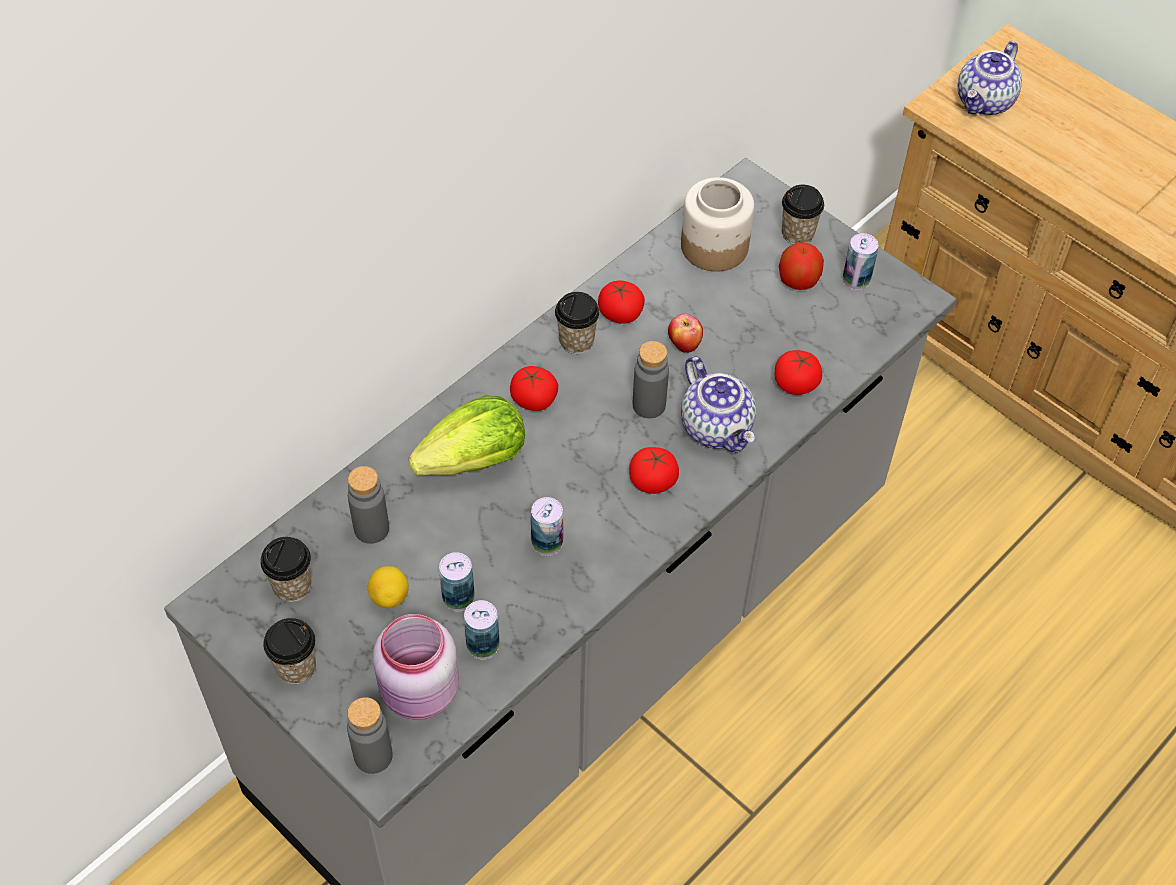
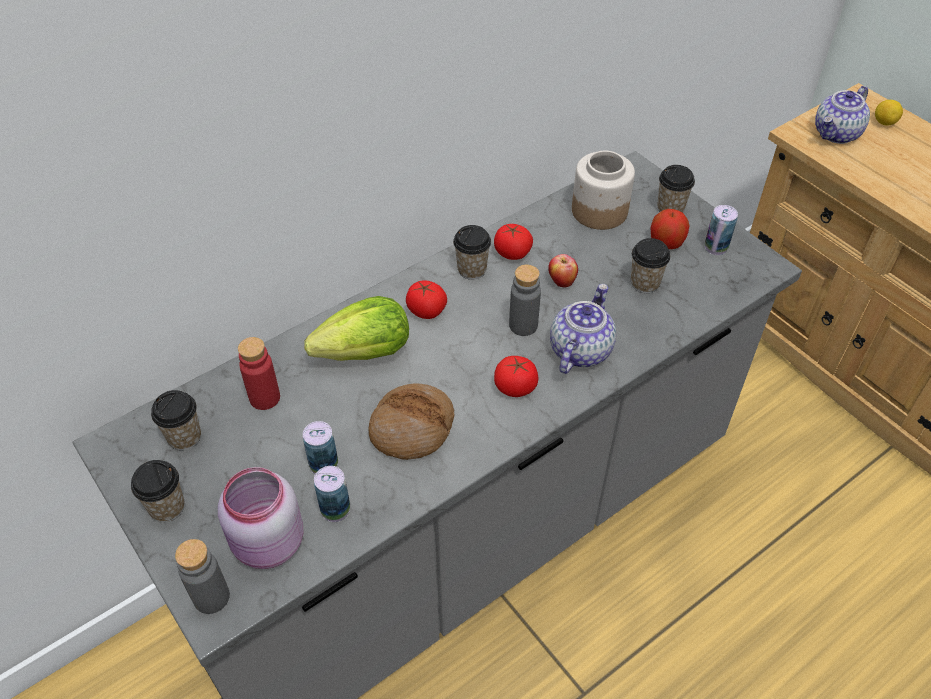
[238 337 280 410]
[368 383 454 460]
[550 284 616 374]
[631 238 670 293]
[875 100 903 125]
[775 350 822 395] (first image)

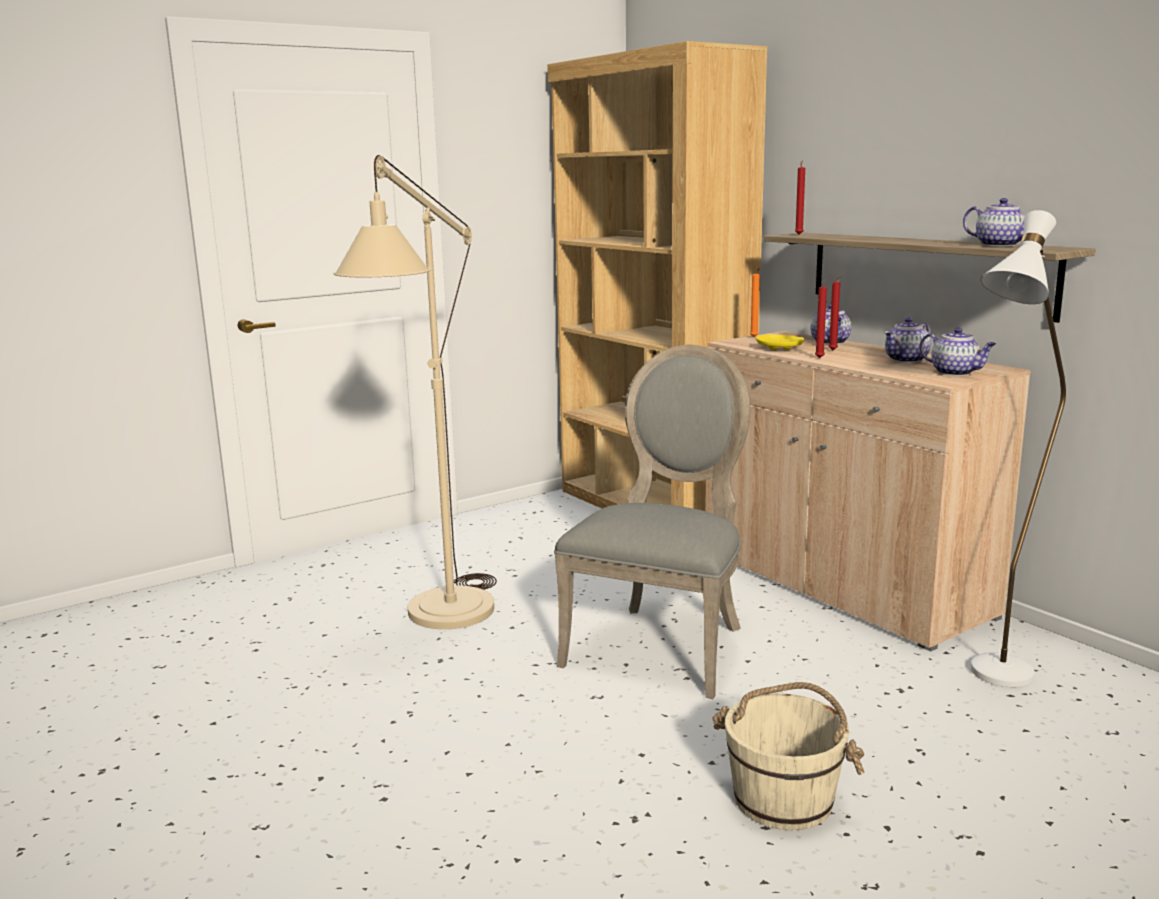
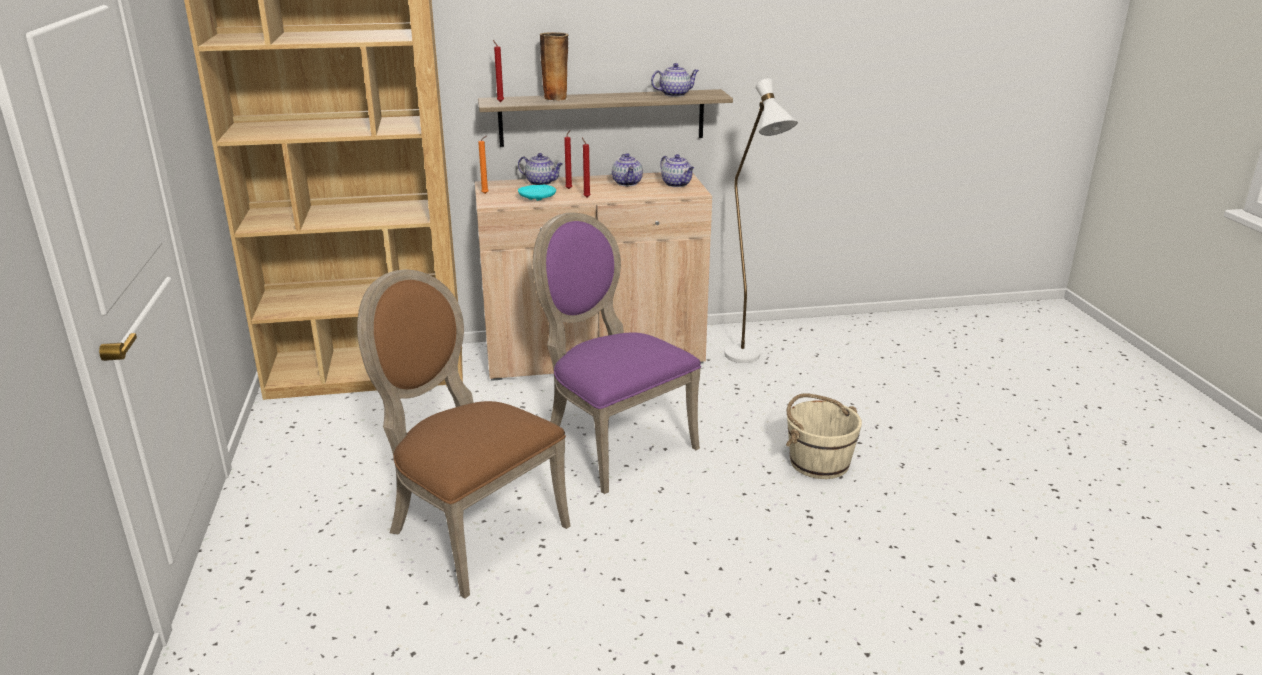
[357 270 571 599]
[518 185 556 201]
[533 212 701 494]
[540 32 568 101]
[660 154 694 187]

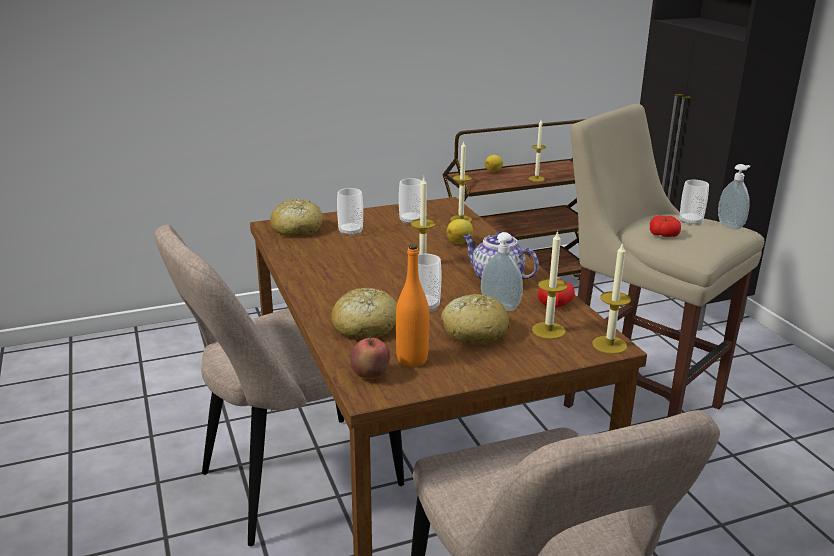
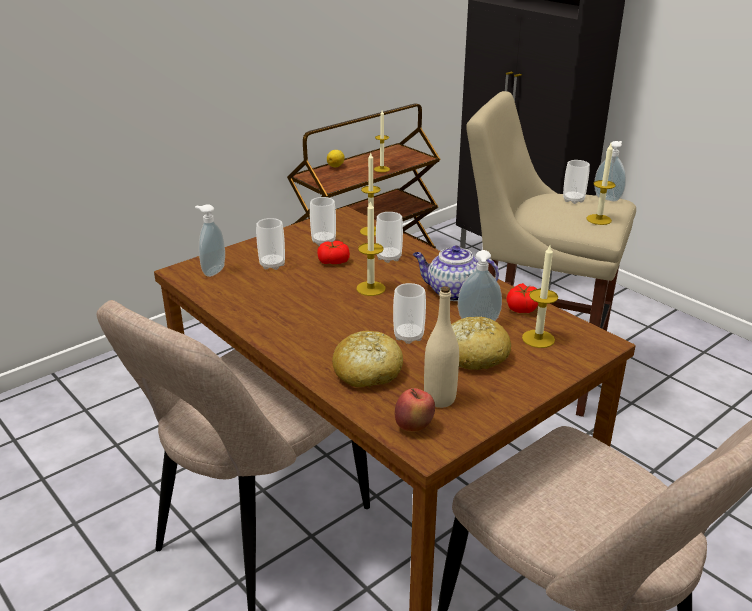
[195 204 225 277]
[317 241 350 264]
[376 212 403 263]
[424 286 459 408]
[587 144 616 225]

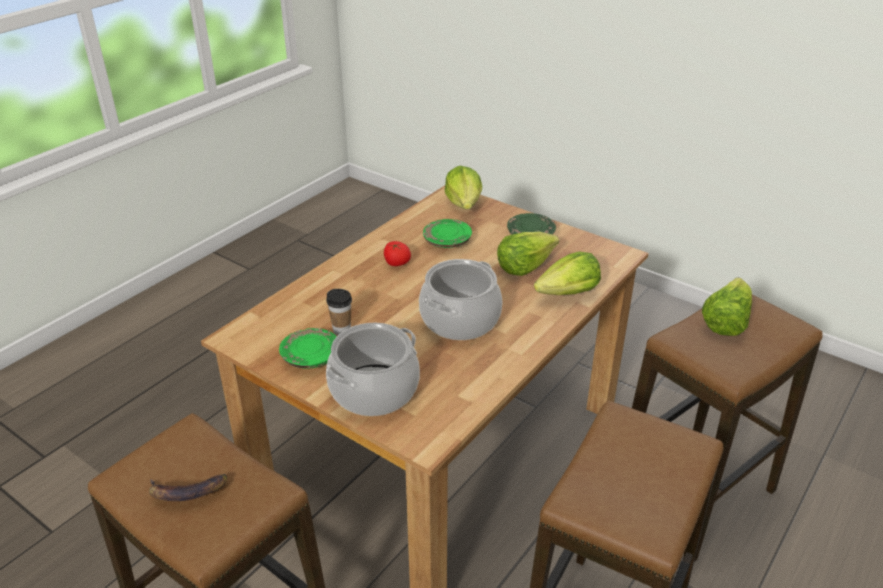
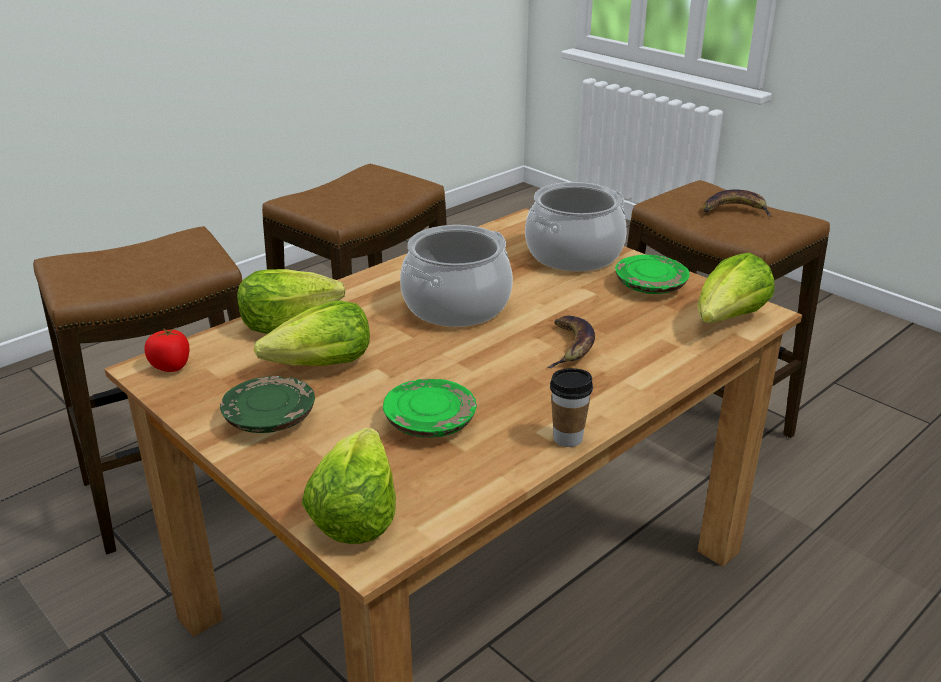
[145 328 189 372]
[548 316 595 368]
[550 368 593 447]
[698 253 775 323]

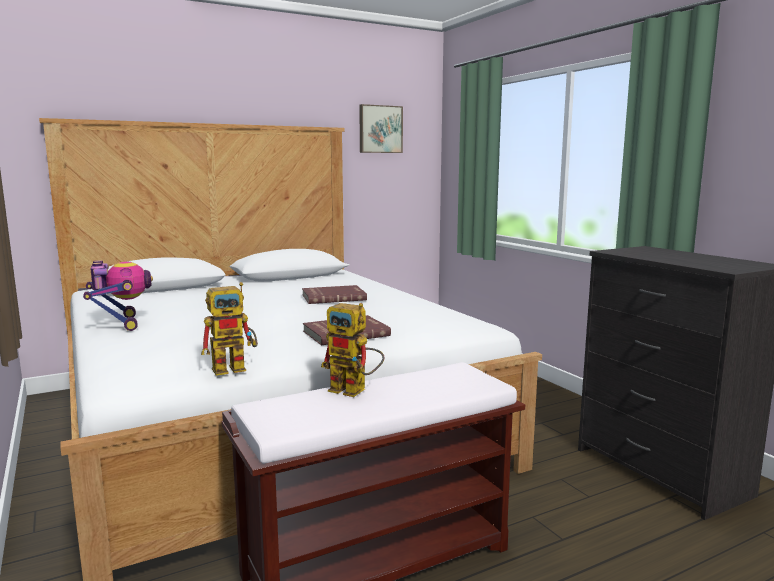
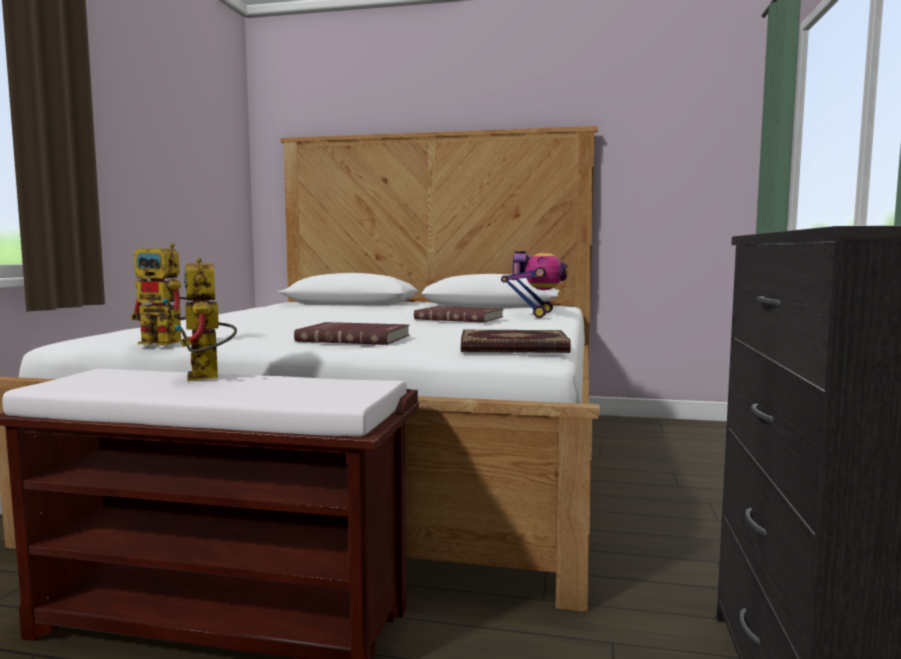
[461 330 571 353]
[501 251 569 318]
[359 104 403 153] (first image)

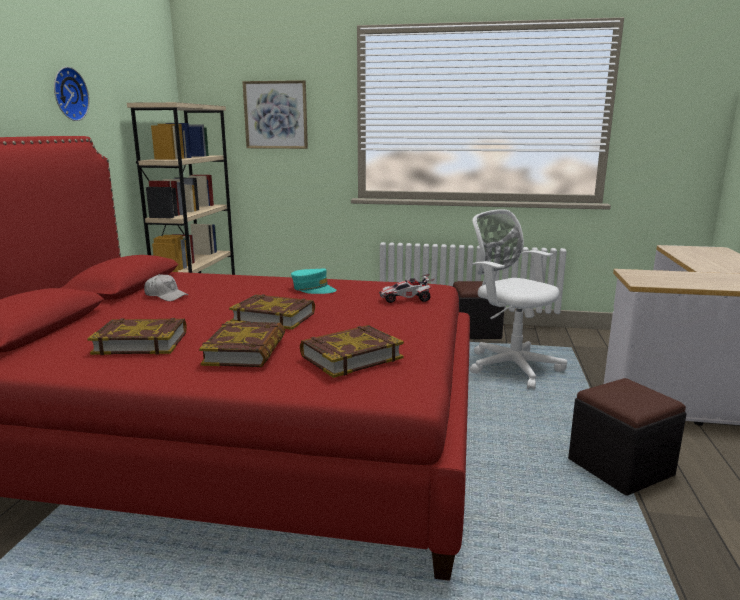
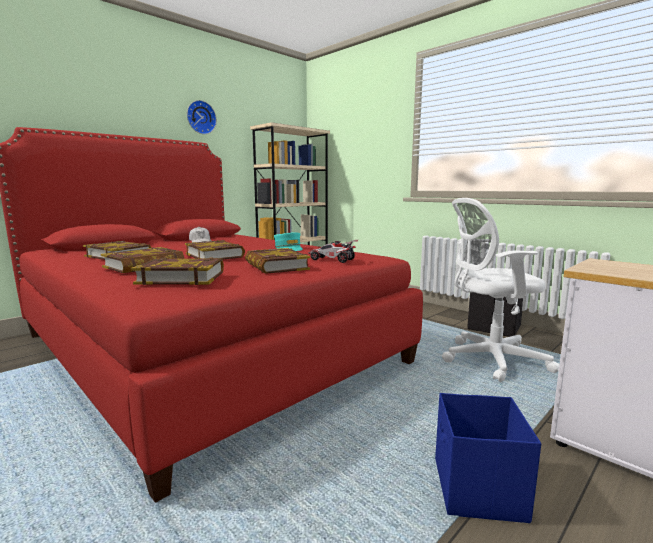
[245 248 310 274]
[435 393 541 523]
[442 198 559 382]
[242 80 308 149] (first image)

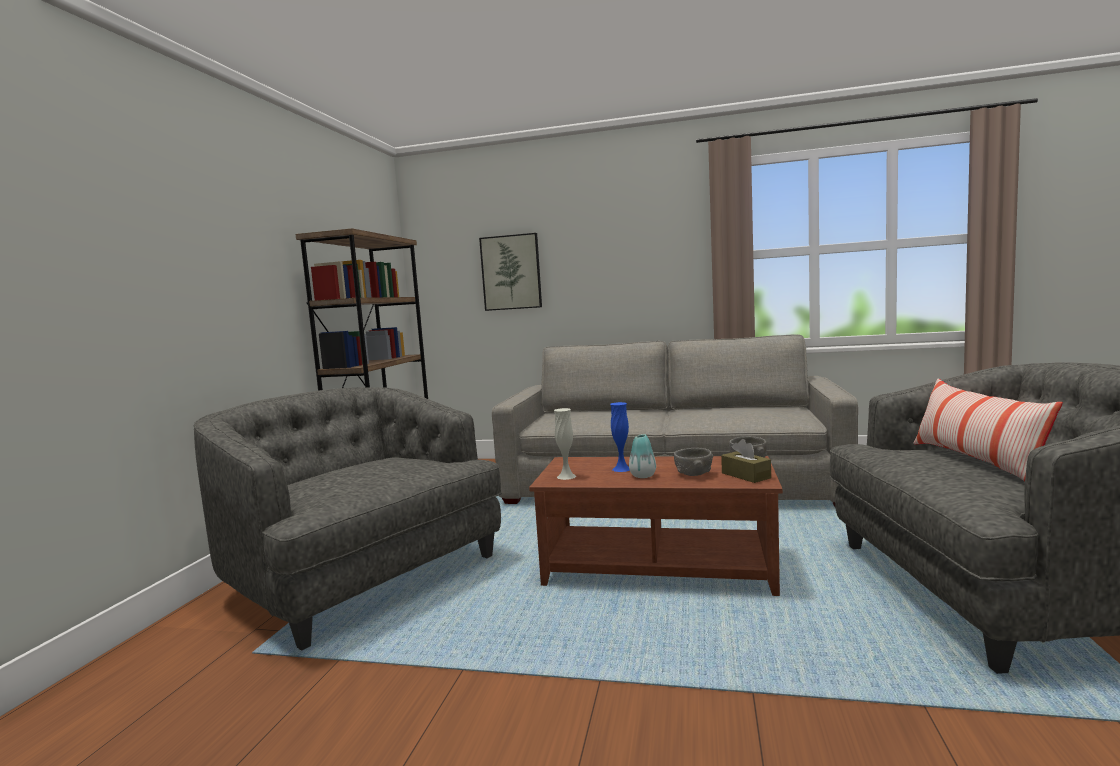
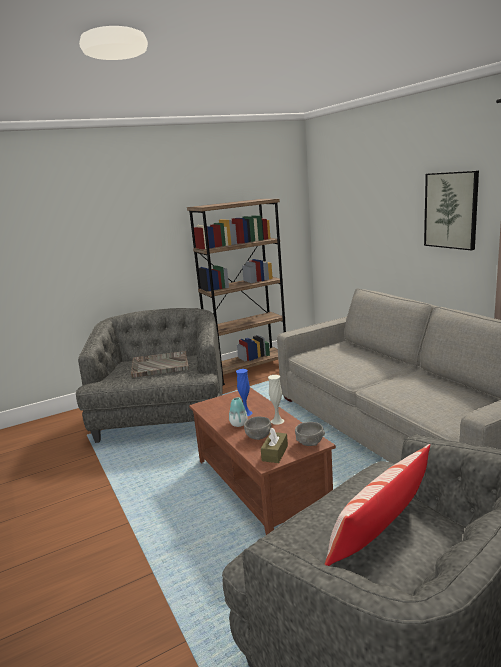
[131 351 189 378]
[268 375 284 425]
[424 171 479 250]

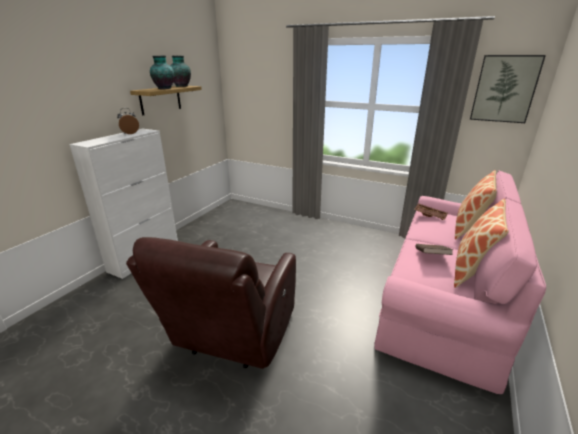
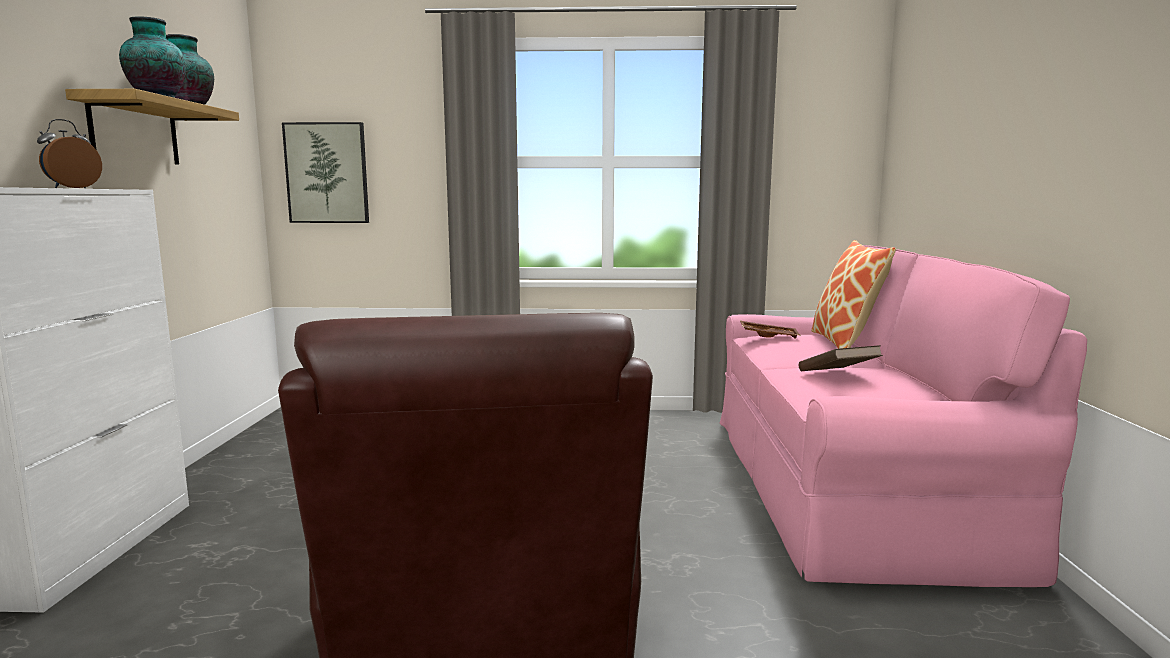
[282 122 369 223]
[454 198 509 288] (first image)

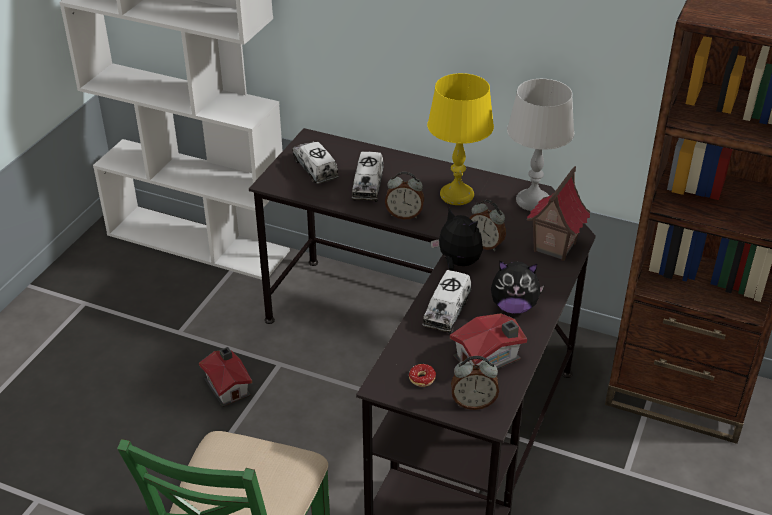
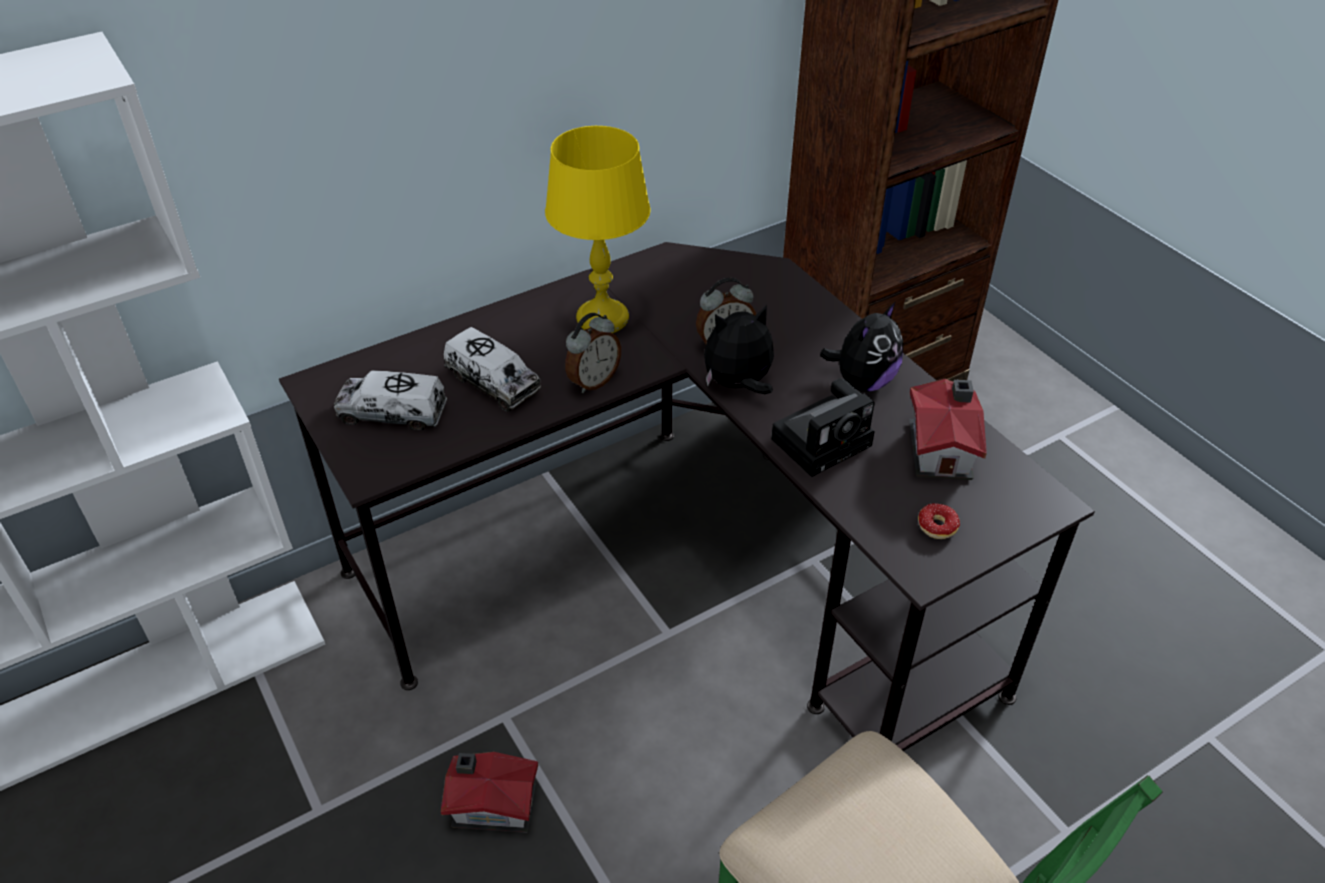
[771 378 875 477]
[451 356 499 410] (first image)
[507 79 574 211] (first image)
[527 166 590 261] (first image)

